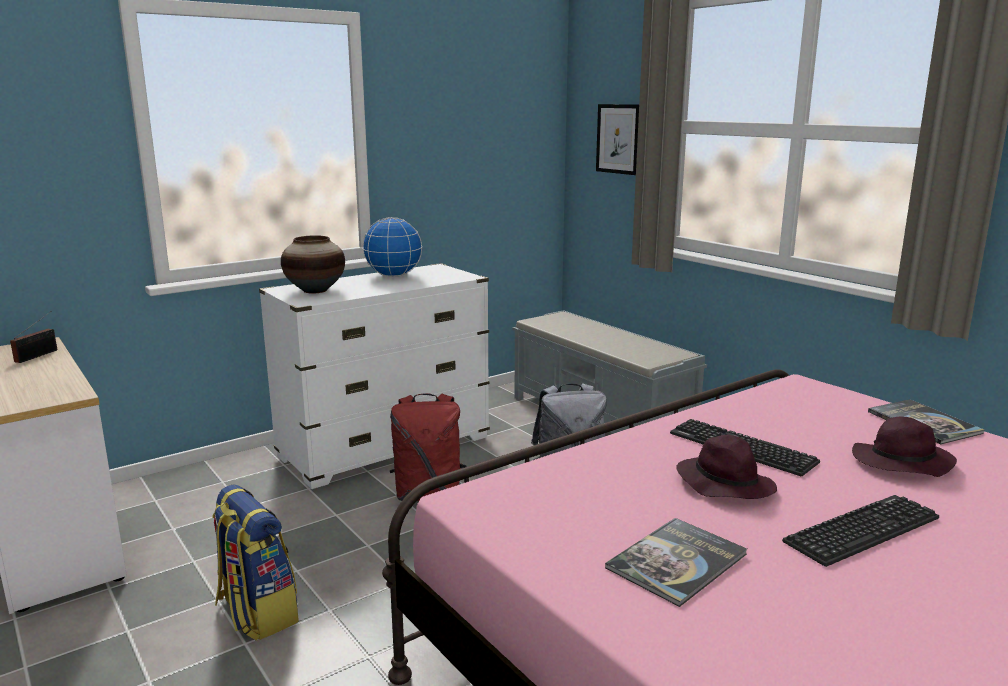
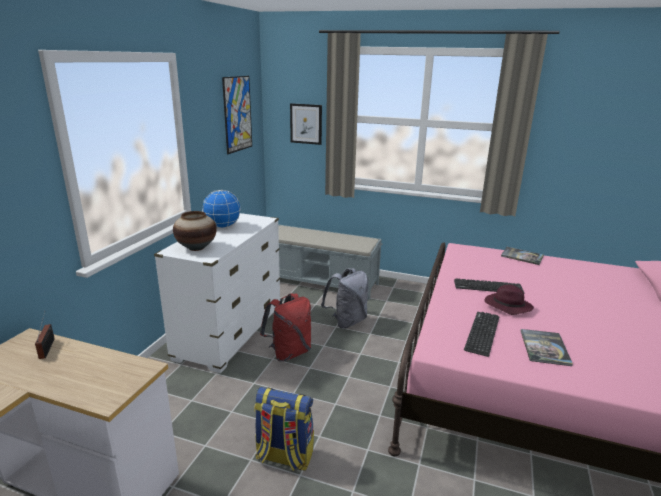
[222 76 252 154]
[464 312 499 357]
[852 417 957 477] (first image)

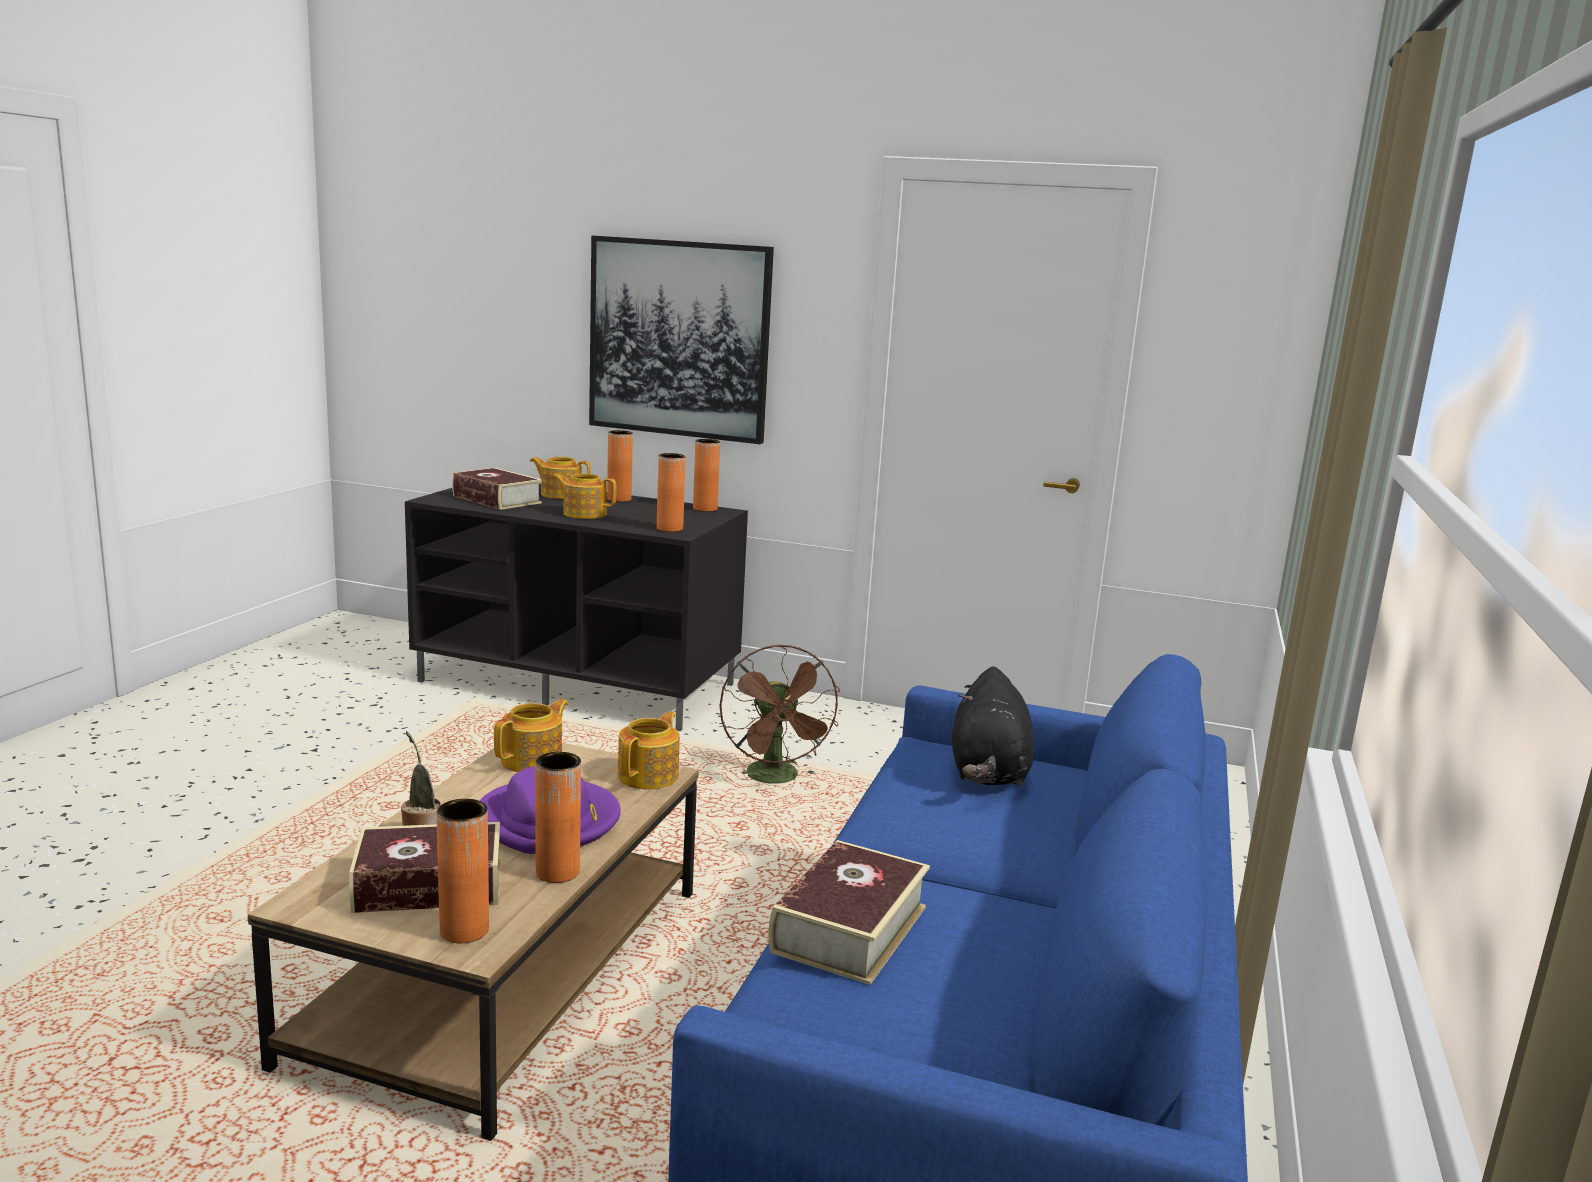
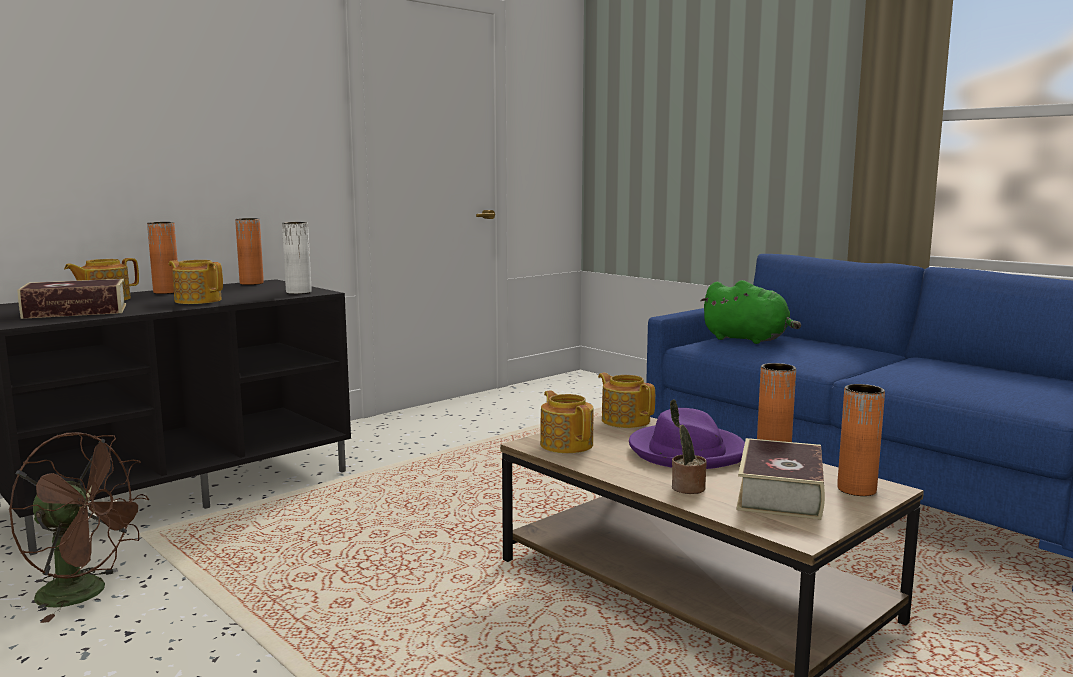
[8 432 150 623]
[169 260 223 304]
[282 222 311 294]
[700 280 801 344]
[589 236 774 444] (first image)
[769 840 930 985] (first image)

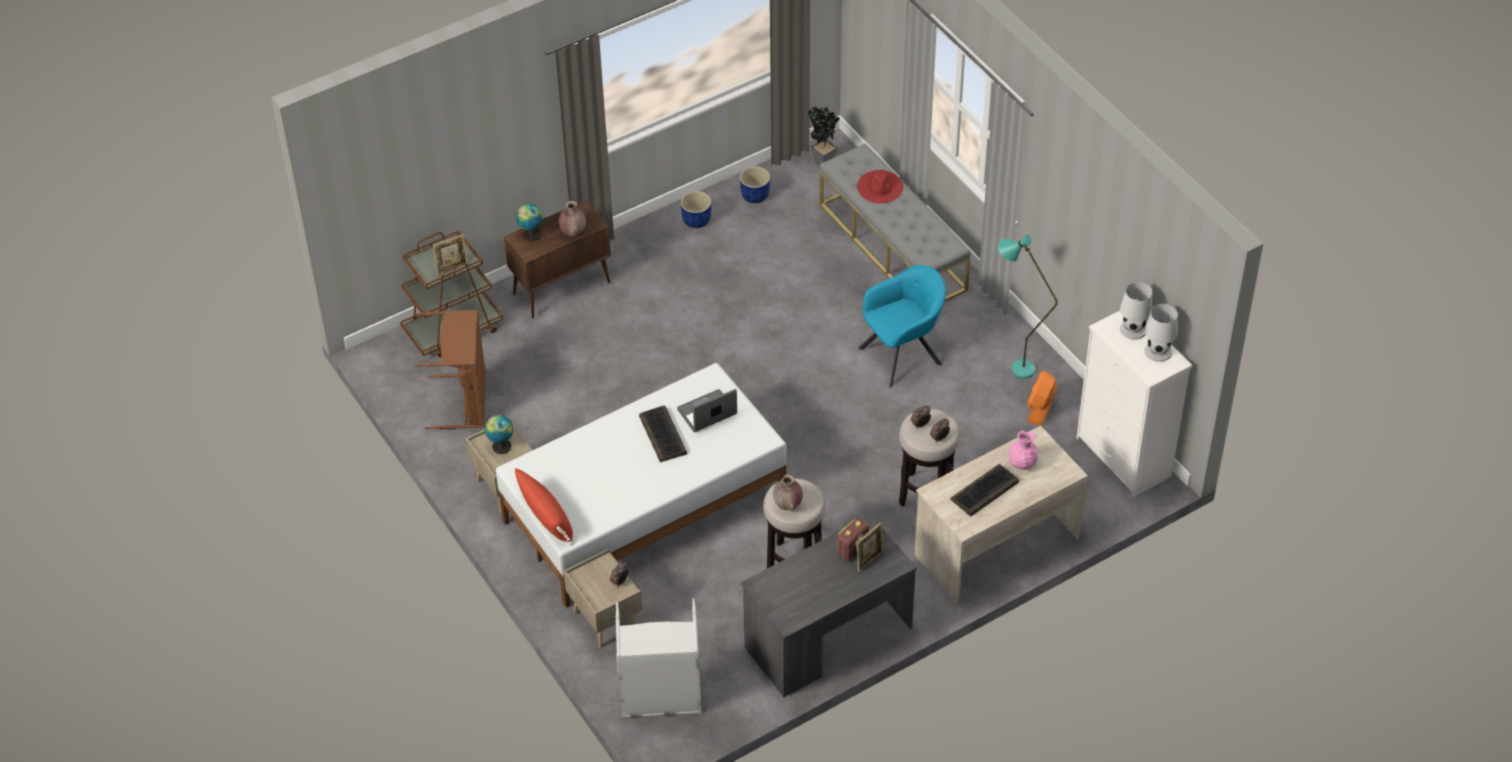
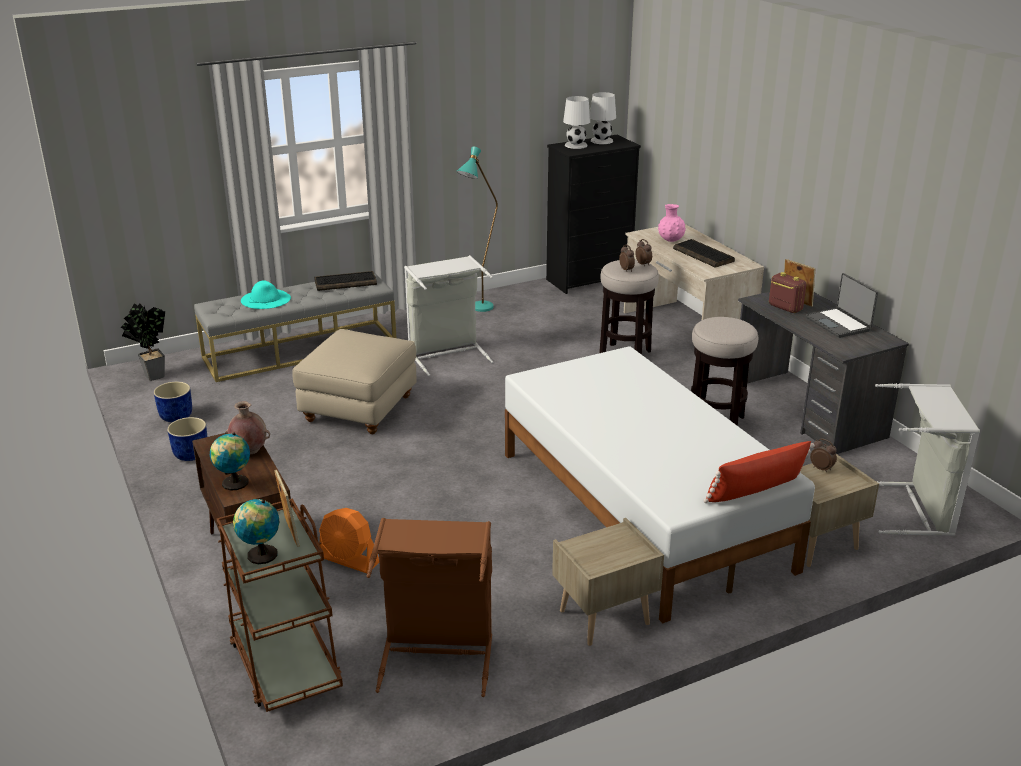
[233 499 279 564]
[241 280 291 309]
[293 329 417 434]
[314 271 377 291]
[319 508 379 573]
[404 255 494 376]
[546 135 641 294]
[806 273 878 338]
[773 474 803 511] (first image)

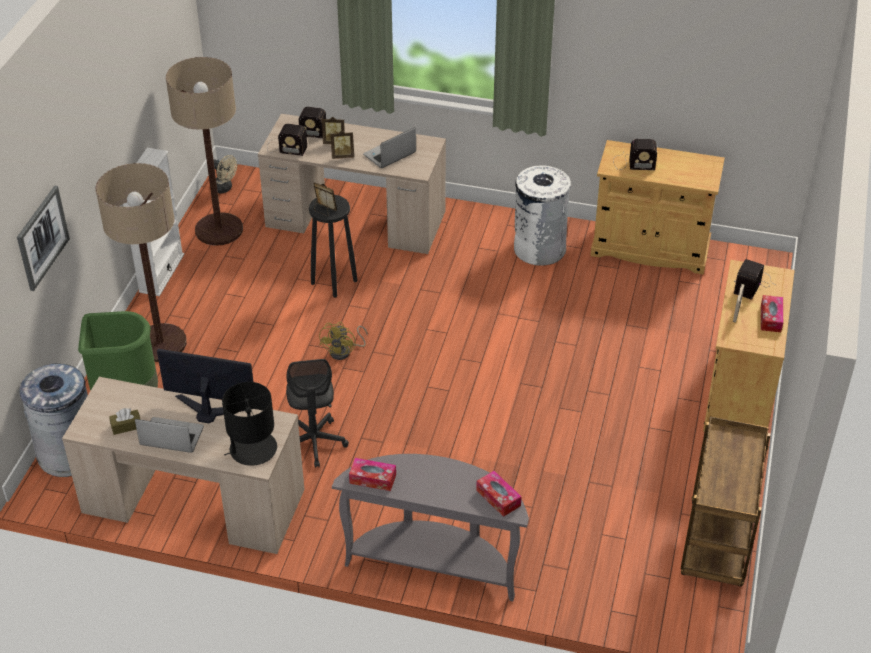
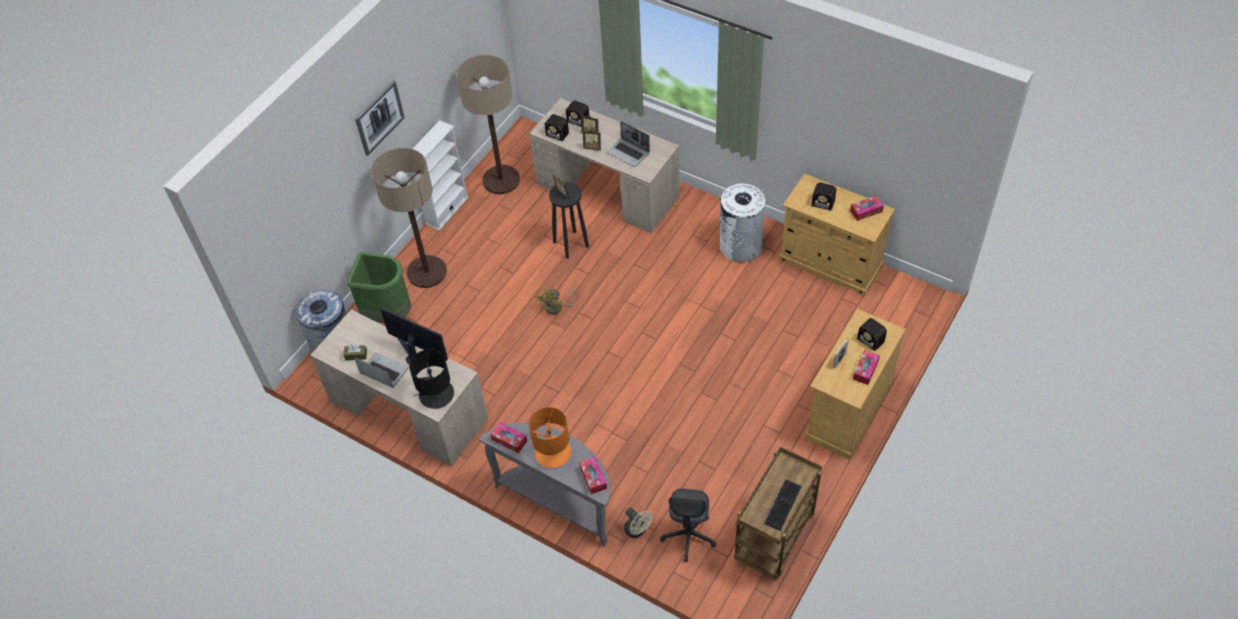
[355 80 405 156]
[529 407 571 468]
[607 121 650 167]
[624 508 653 538]
[660 489 716 562]
[764 479 802 531]
[848 318 887 351]
[850 196 884 221]

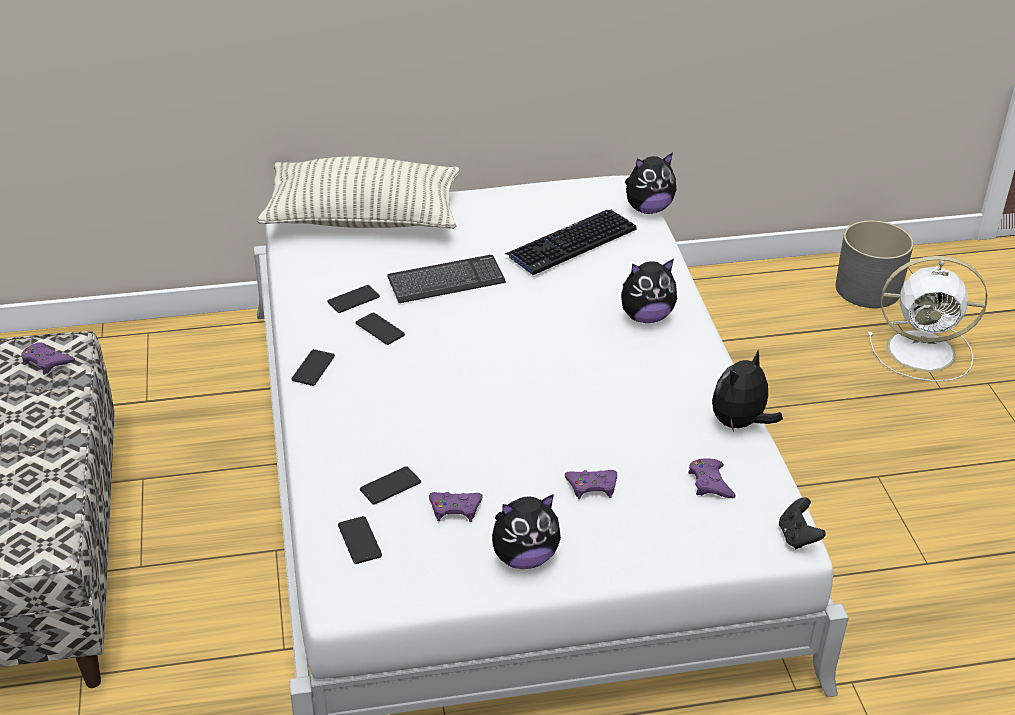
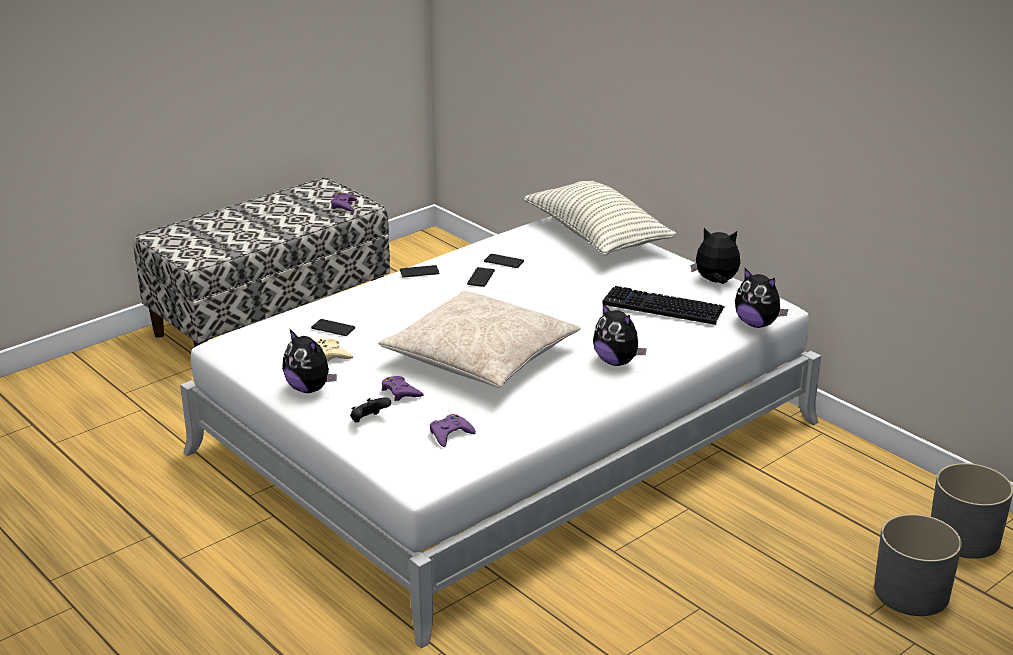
[316 338 353 362]
[350 397 391 423]
[378 291 580 388]
[691 228 740 284]
[874 514 962 616]
[338 516 382 564] (first image)
[388 255 506 303] (first image)

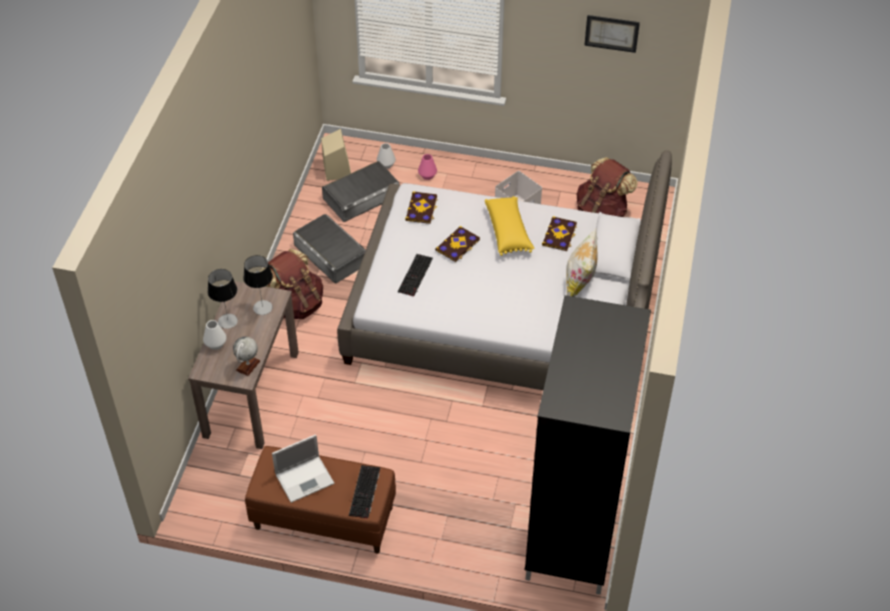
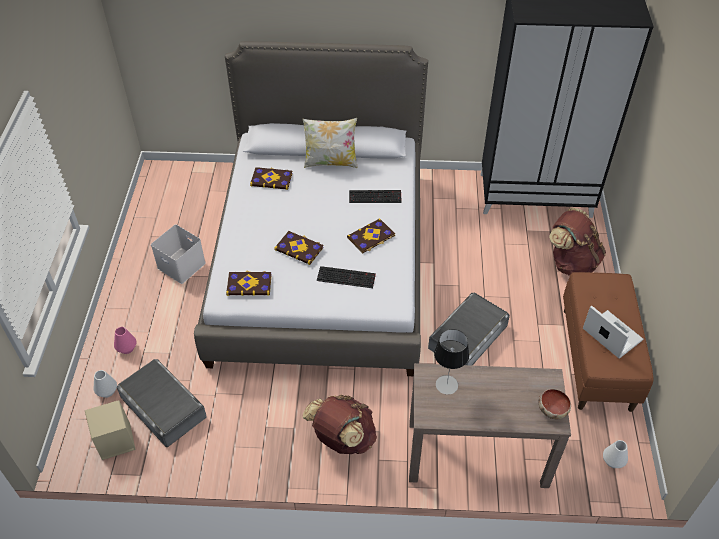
[347 218 395 253]
[349 190 402 203]
[428 293 510 366]
[539 389 571 419]
[549 208 606 276]
[603 440 628 468]
[208 269 238 329] (first image)
[233 337 260 376] (first image)
[485 196 535 256] (first image)
[584 15 640 53] (first image)

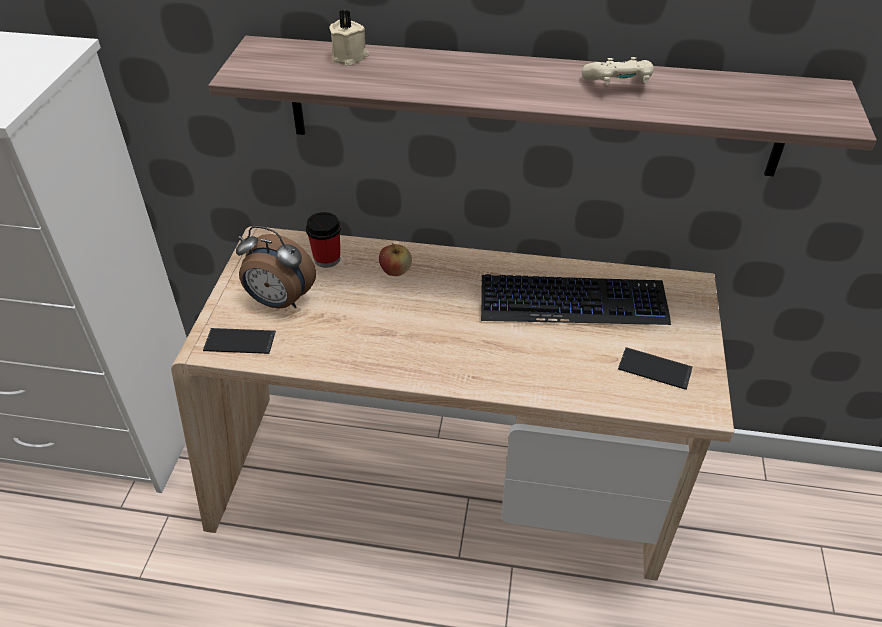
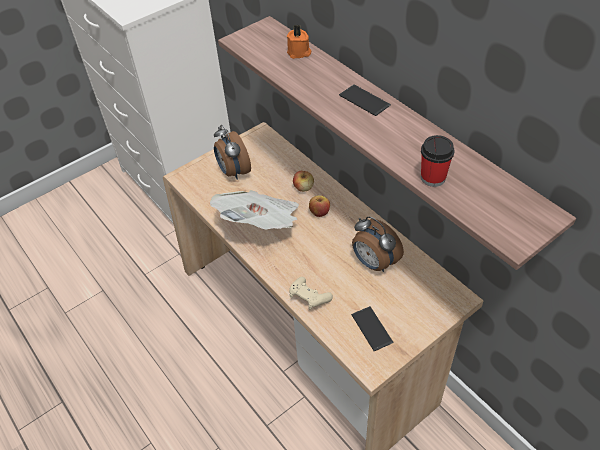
[210 190 299 229]
[287 25 311 59]
[289 277 333 309]
[309 195 330 217]
[339 84 391 116]
[352 216 404 272]
[421 135 455 187]

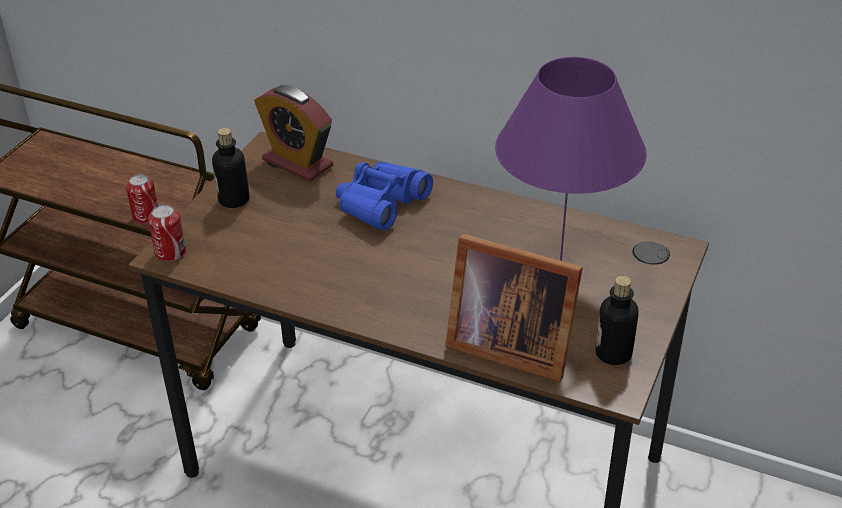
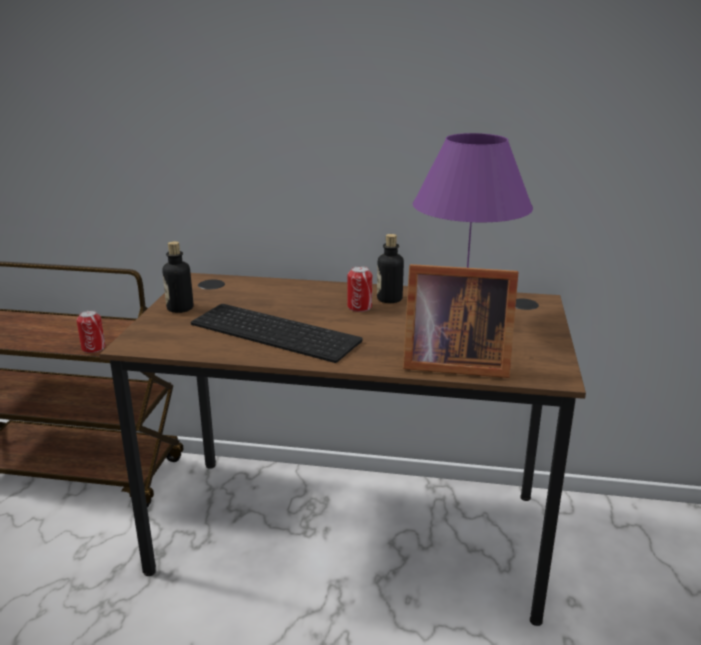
[191 304 363 363]
[348 266 372 312]
[377 234 404 303]
[254 85 333 182] (first image)
[336 162 433 230] (first image)

